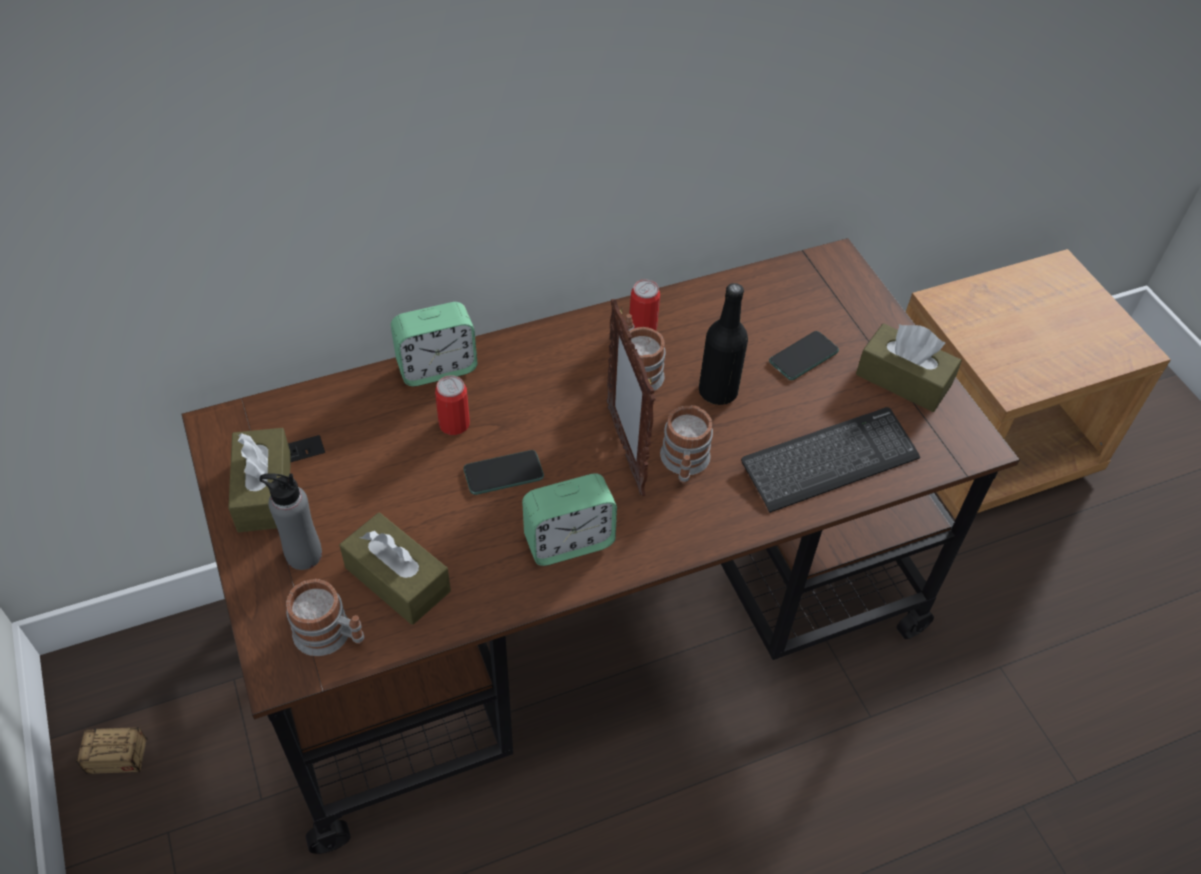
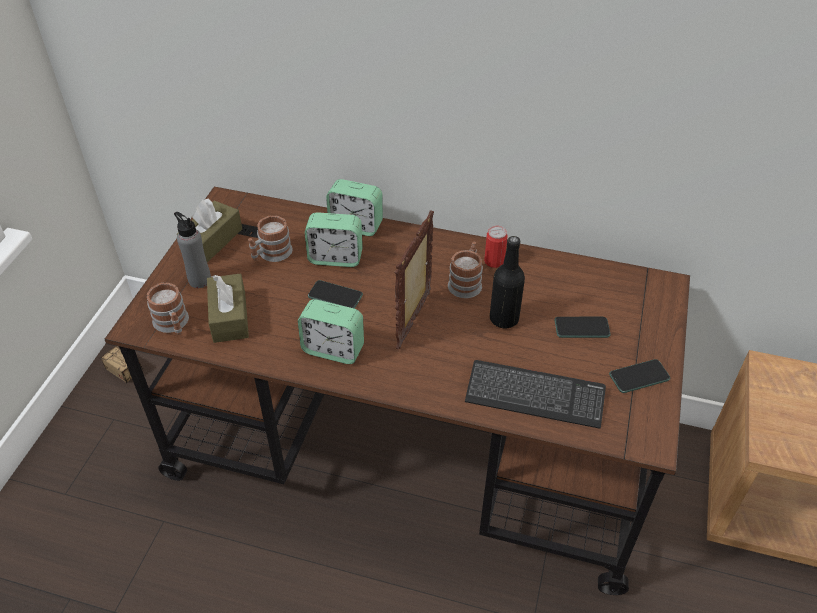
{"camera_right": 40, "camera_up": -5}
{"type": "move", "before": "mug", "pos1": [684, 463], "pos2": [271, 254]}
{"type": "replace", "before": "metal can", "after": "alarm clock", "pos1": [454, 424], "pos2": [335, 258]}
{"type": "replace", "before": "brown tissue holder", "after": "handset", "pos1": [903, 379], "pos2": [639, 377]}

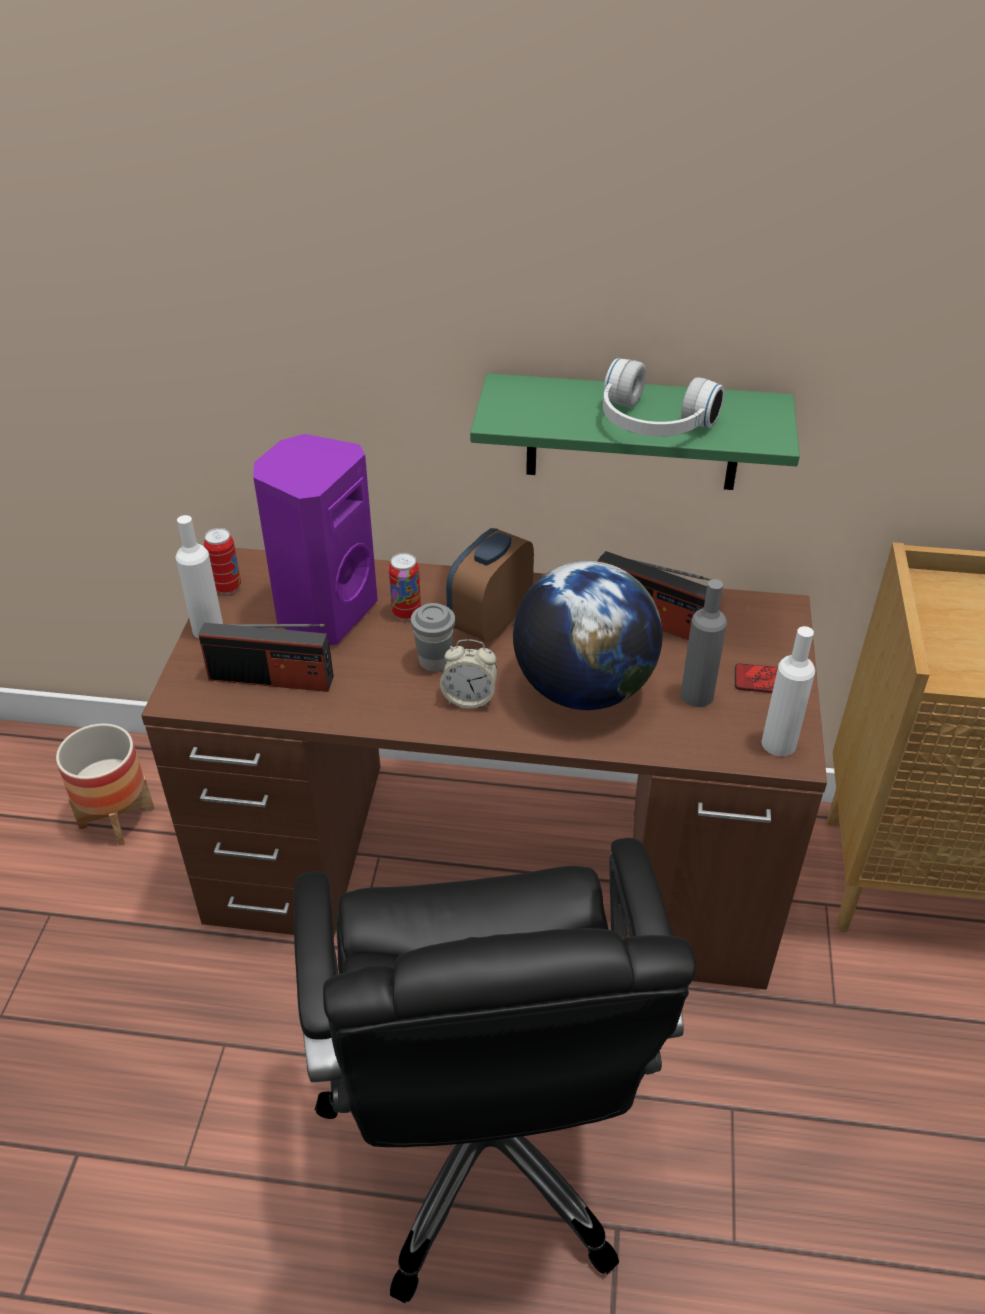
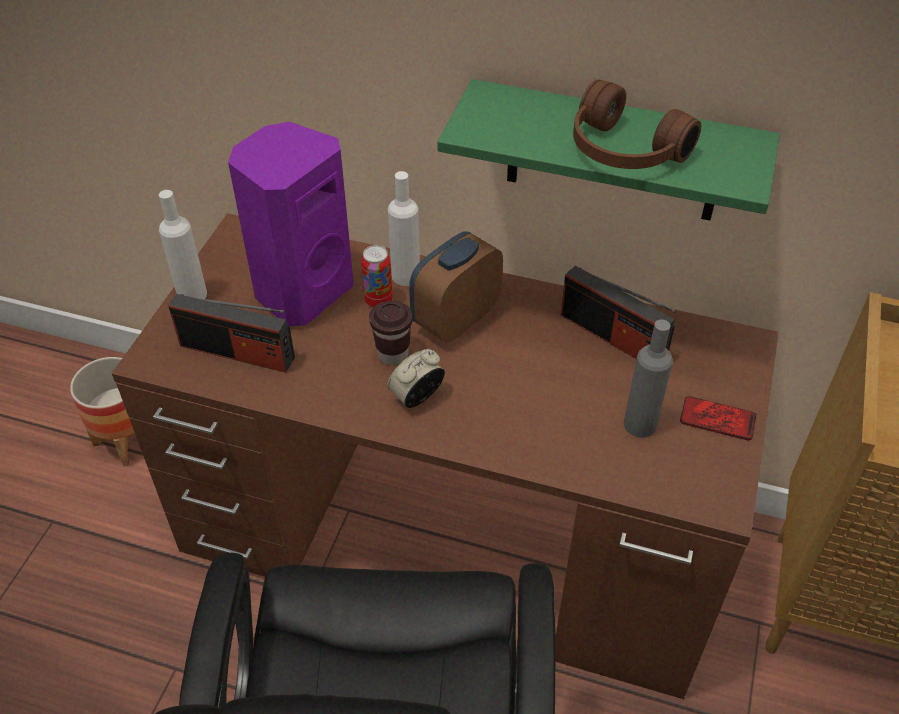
{"camera_right": 10, "camera_up": 5}
{"type": "delete", "before": "metal can", "pos1": [227, 587]}
{"type": "delete", "before": "world globe", "pos1": [583, 689]}
{"type": "move", "before": "white-coloured bottle", "pos1": [778, 743], "pos2": [405, 276]}
{"type": "recolor", "before": "gray cup", "after": "brown cup", "pos1": [434, 661], "pos2": [393, 354]}
{"type": "recolor", "before": "white-coloured headset", "after": "brown headset", "pos1": [651, 424], "pos2": [622, 152]}
{"type": "rotate", "before": "alarm clock", "pos1": [469, 698], "pos2": [417, 397], "turn": 120}

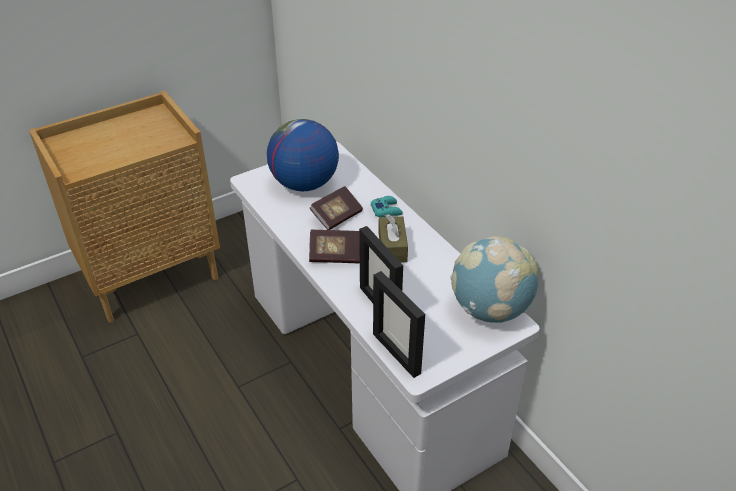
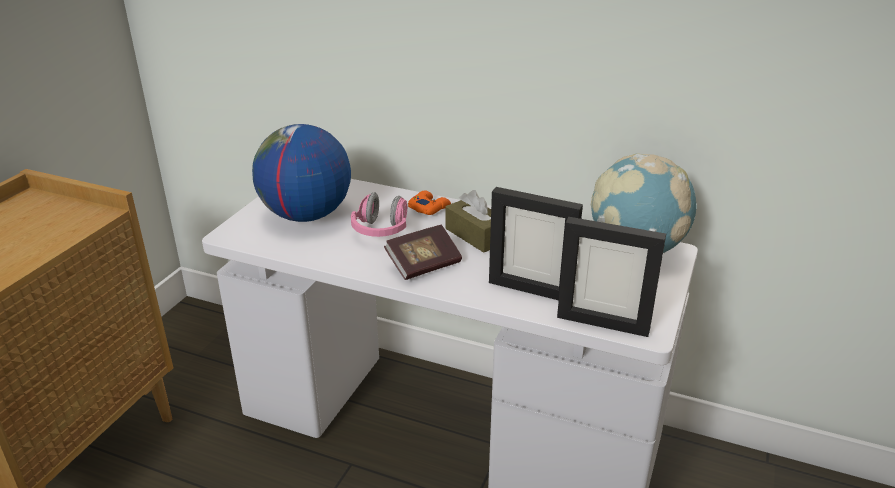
{"camera_right": -35, "camera_up": -10}
{"type": "replace", "before": "book", "after": "pink-coloured headset", "pos1": [336, 216], "pos2": [381, 231]}
{"type": "recolor", "before": "blue-green gamepad", "after": "orange-coloured gamepad", "pos1": [386, 210], "pos2": [429, 207]}

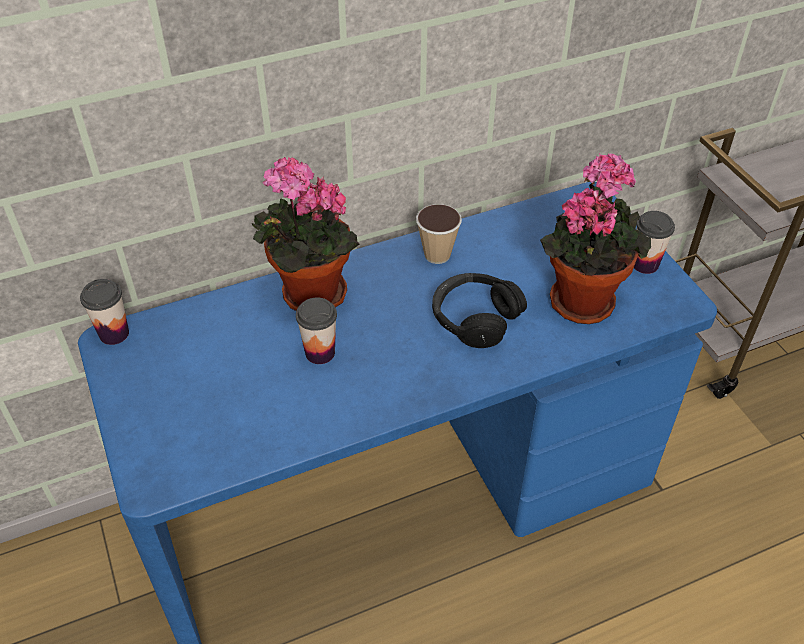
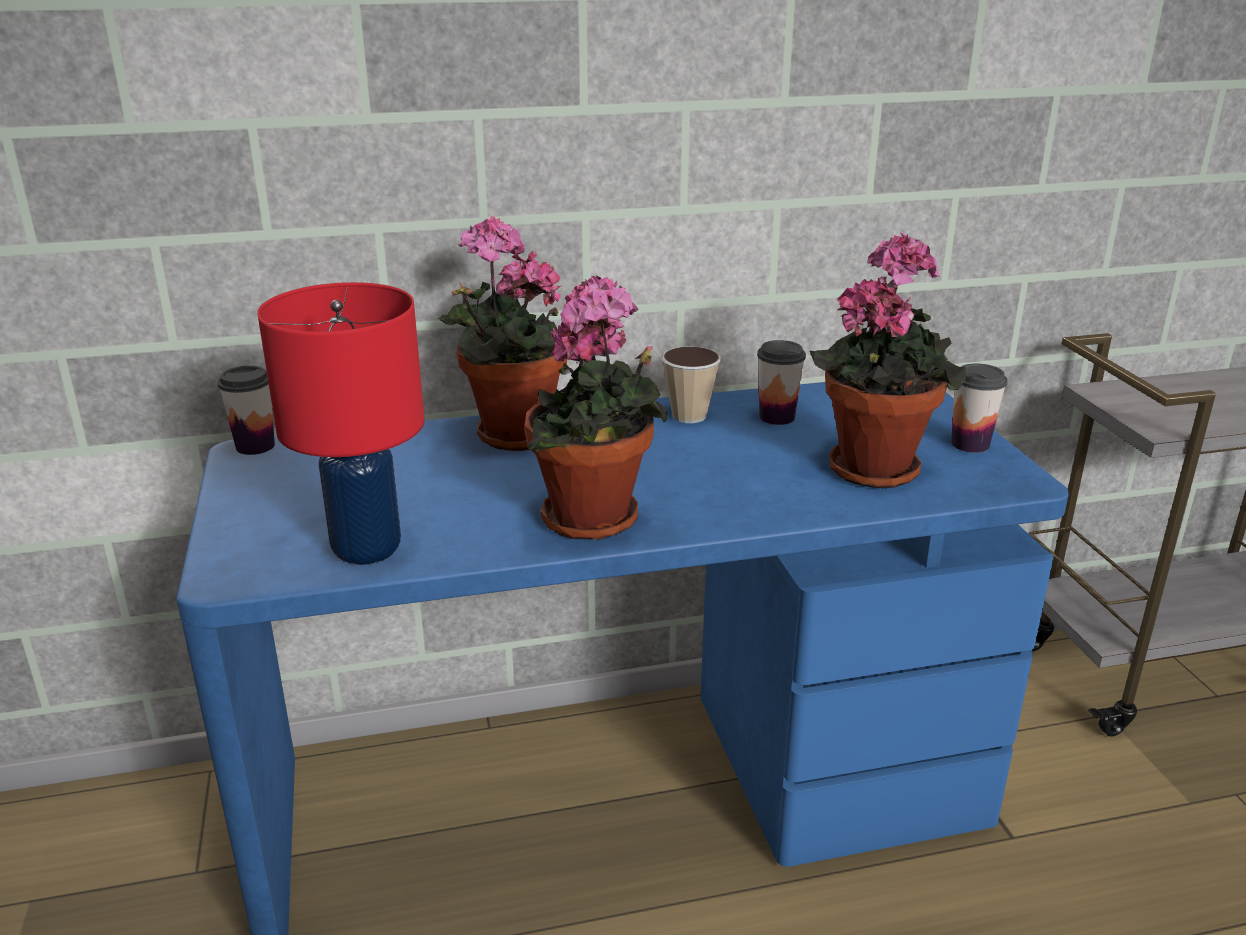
{"camera_right": 10, "camera_up": -20}
{"type": "delete", "before": "blackish headset", "pos1": [475, 318]}
{"type": "insert", "after": "red lamp for a table", "pos2": [367, 552]}
{"type": "insert", "after": "potted plant", "pos2": [596, 522]}
{"type": "move", "before": "cup", "pos1": [320, 353], "pos2": [777, 417]}

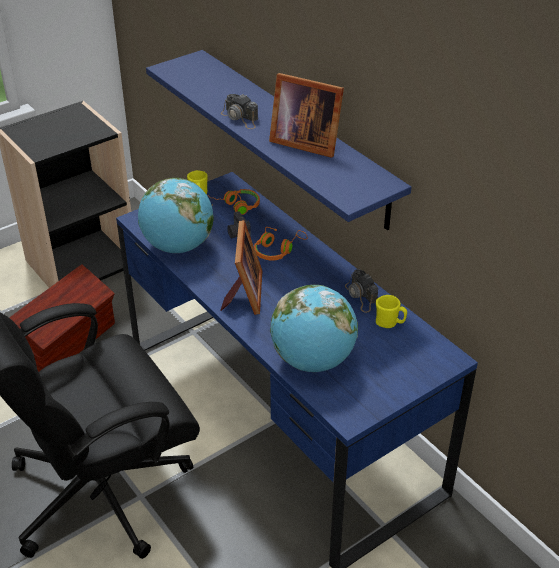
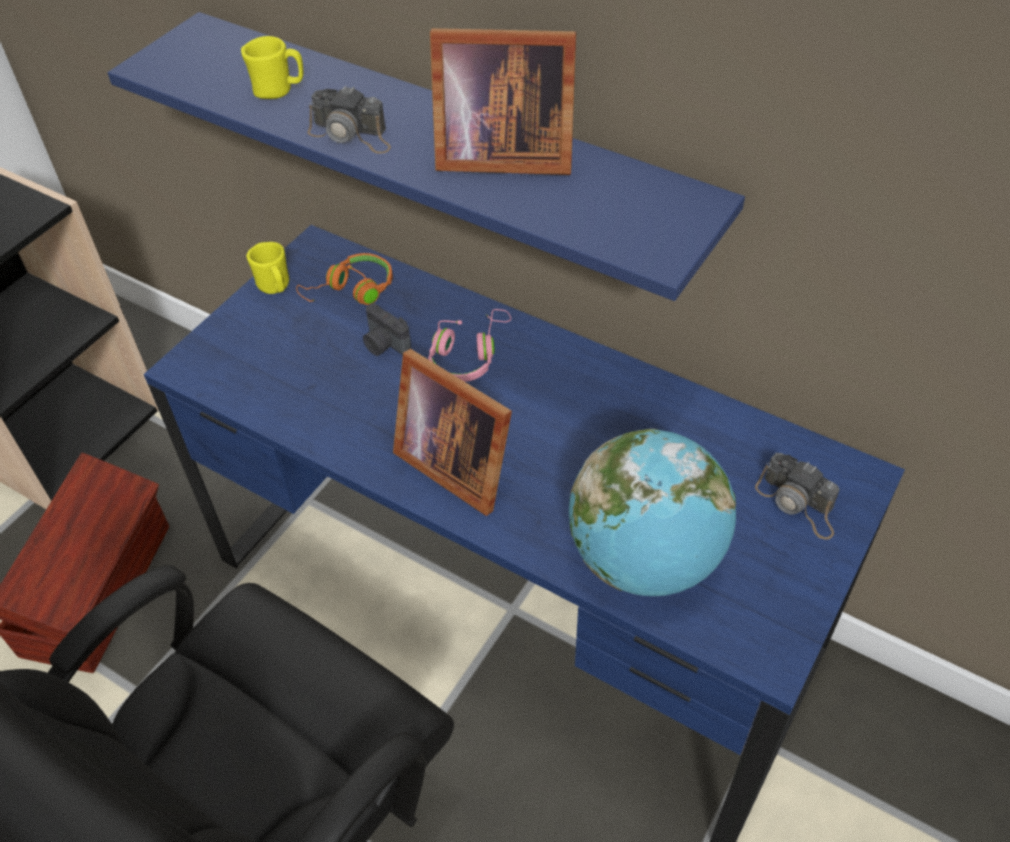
{"camera_right": -20, "camera_up": 10}
{"type": "delete", "before": "world globe", "pos1": [178, 246]}
{"type": "move", "before": "photo camera", "pos1": [361, 296], "pos2": [798, 504]}
{"type": "move", "before": "yellow-coloured mug", "pos1": [389, 323], "pos2": [279, 91]}
{"type": "recolor", "before": "orange-coloured headset", "after": "pink-coloured headset", "pos1": [277, 250], "pos2": [468, 355]}
{"type": "rotate", "before": "picture frame", "pos1": [244, 294], "pos2": [455, 462], "turn": 150}

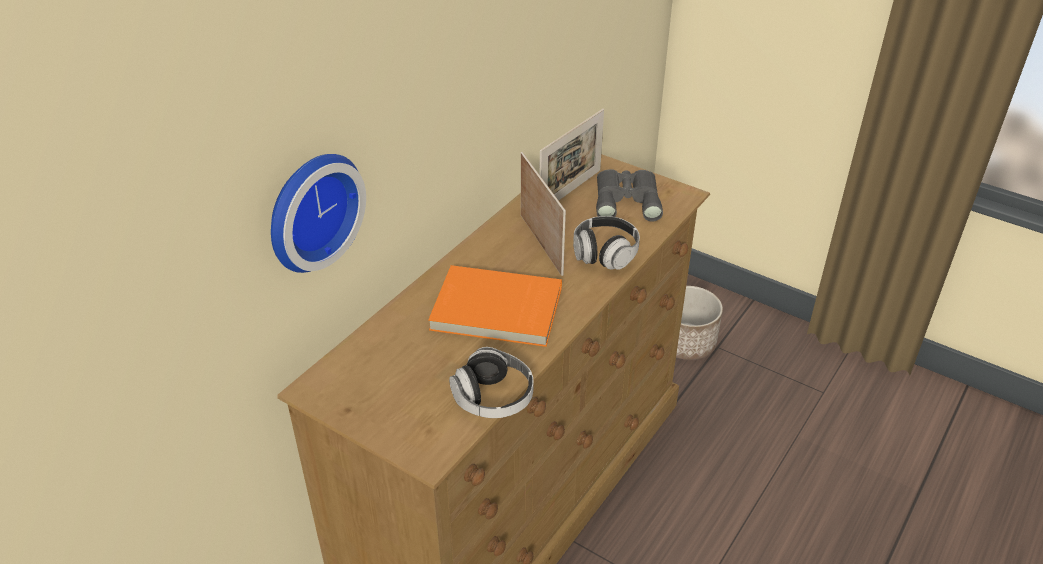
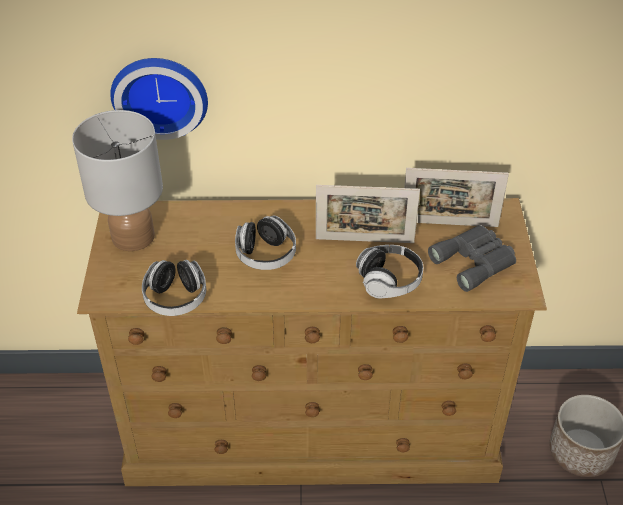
{"camera_right": 55, "camera_up": 5}
{"type": "insert", "after": "gray lamp for a table", "pos2": [133, 237]}
{"type": "replace", "before": "orange-coloured book", "after": "headset", "pos1": [496, 311], "pos2": [266, 255]}
{"type": "rotate", "before": "picture frame", "pos1": [541, 244], "pos2": [364, 240], "turn": 60}

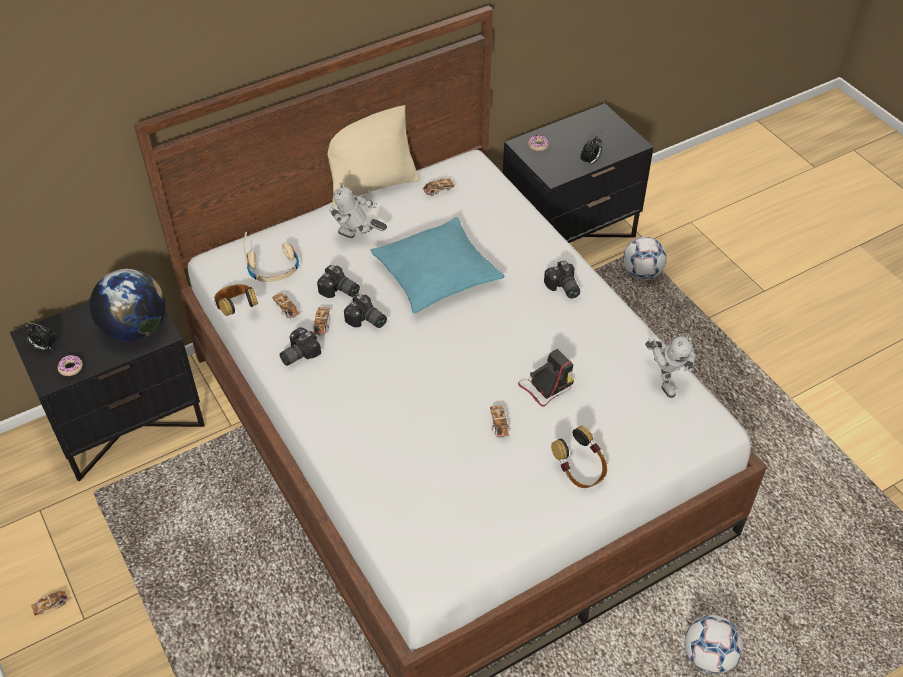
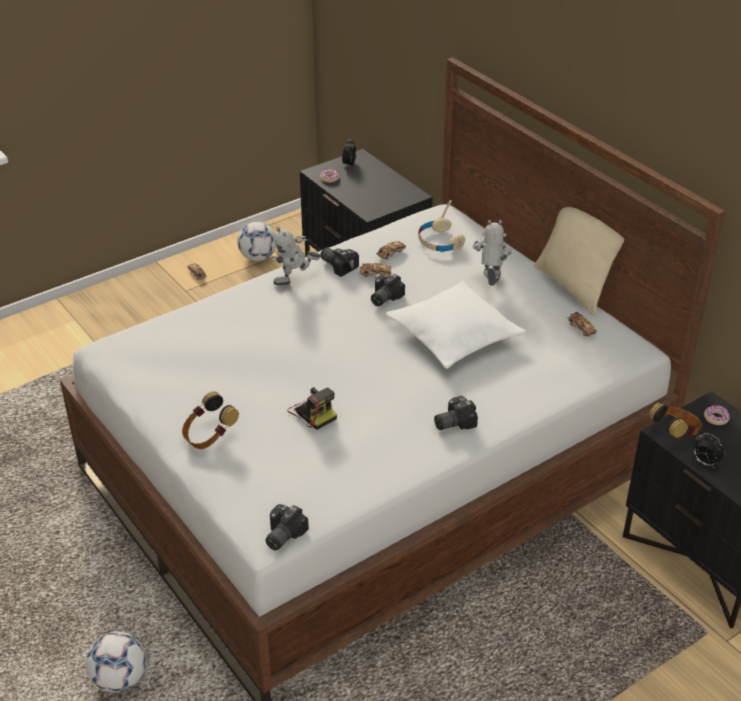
{"camera_right": 85, "camera_up": -10}
{"type": "delete", "before": "world globe", "pos1": [135, 329]}
{"type": "delete", "before": "model car", "pos1": [499, 425]}
{"type": "move", "before": "headset", "pos1": [237, 309], "pos2": [675, 434]}
{"type": "move", "before": "photo camera", "pos1": [339, 291], "pos2": [281, 535]}
{"type": "move", "before": "ball for football", "pos1": [642, 273], "pos2": [258, 257]}
{"type": "move", "before": "robot figure", "pos1": [664, 380], "pos2": [295, 282]}
{"type": "recolor", "before": "blue-green cushion", "after": "white-coloured cushion", "pos1": [436, 274], "pos2": [454, 335]}

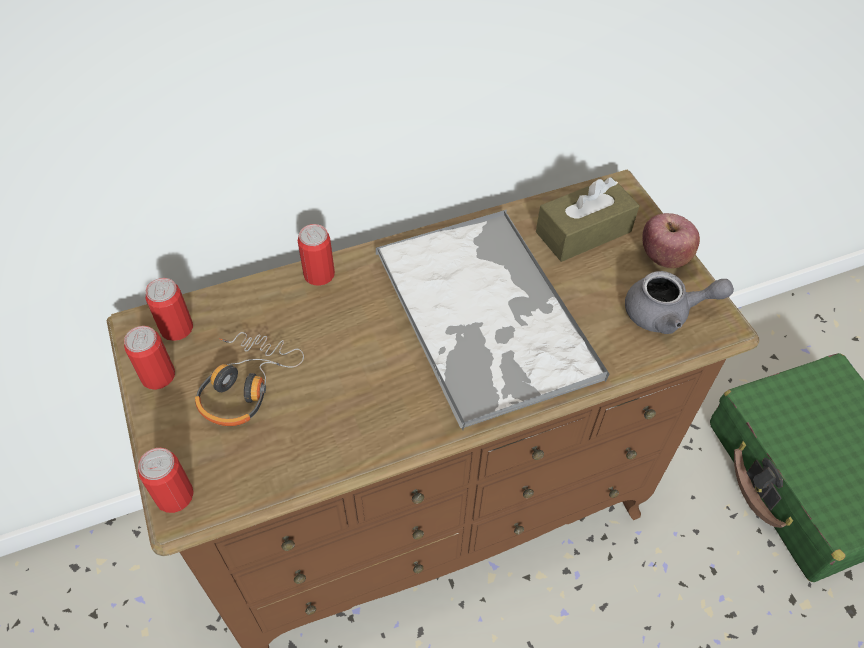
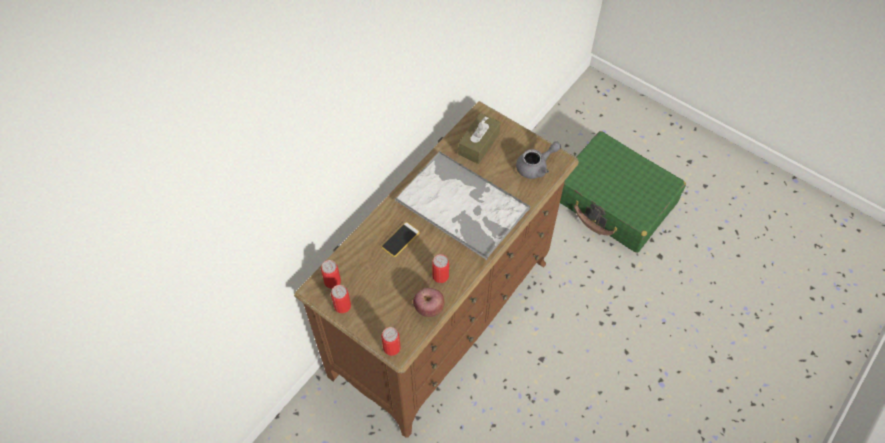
{"camera_right": -30, "camera_up": 5}
{"type": "delete", "before": "headset", "pos1": [245, 385]}
{"type": "insert", "after": "handset", "pos2": [400, 239]}
{"type": "move", "before": "metal can", "pos1": [319, 274], "pos2": [440, 276]}
{"type": "move", "before": "whole apple", "pos1": [664, 258], "pos2": [429, 309]}

